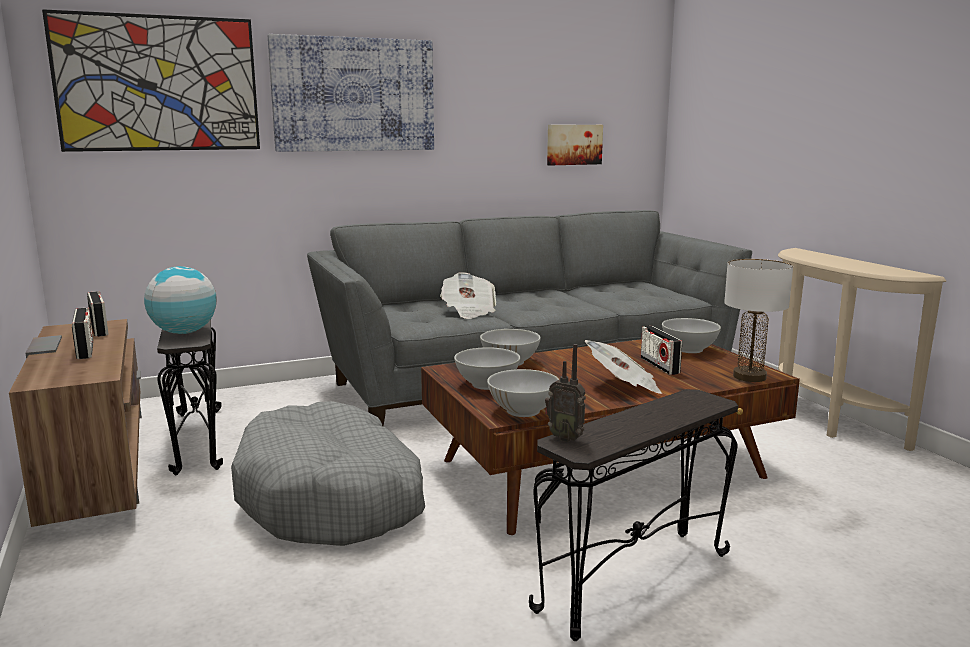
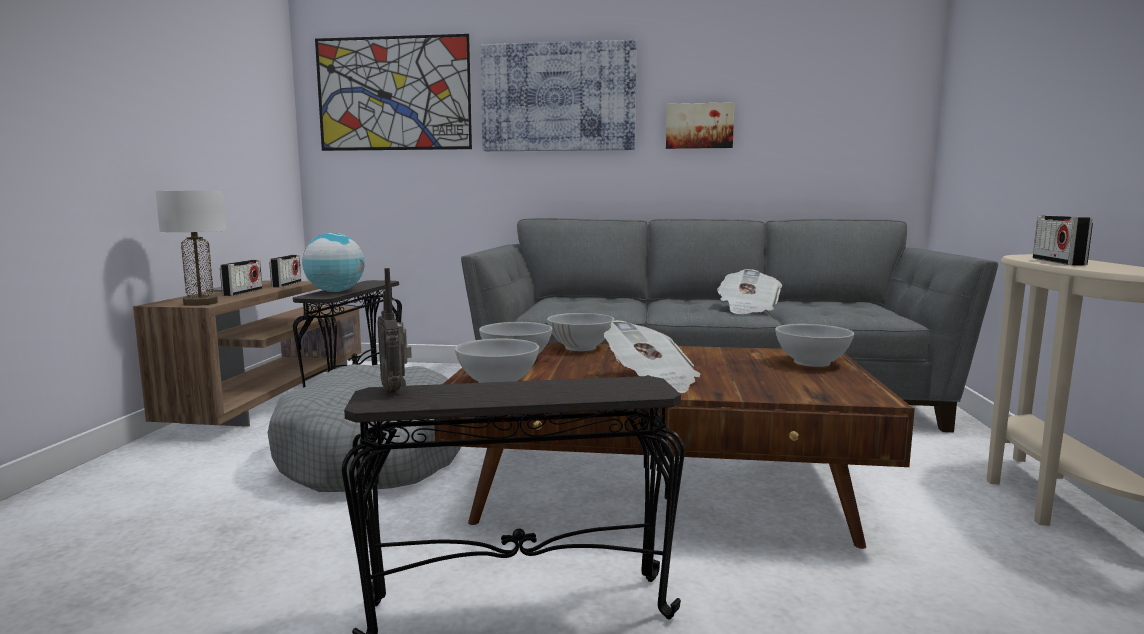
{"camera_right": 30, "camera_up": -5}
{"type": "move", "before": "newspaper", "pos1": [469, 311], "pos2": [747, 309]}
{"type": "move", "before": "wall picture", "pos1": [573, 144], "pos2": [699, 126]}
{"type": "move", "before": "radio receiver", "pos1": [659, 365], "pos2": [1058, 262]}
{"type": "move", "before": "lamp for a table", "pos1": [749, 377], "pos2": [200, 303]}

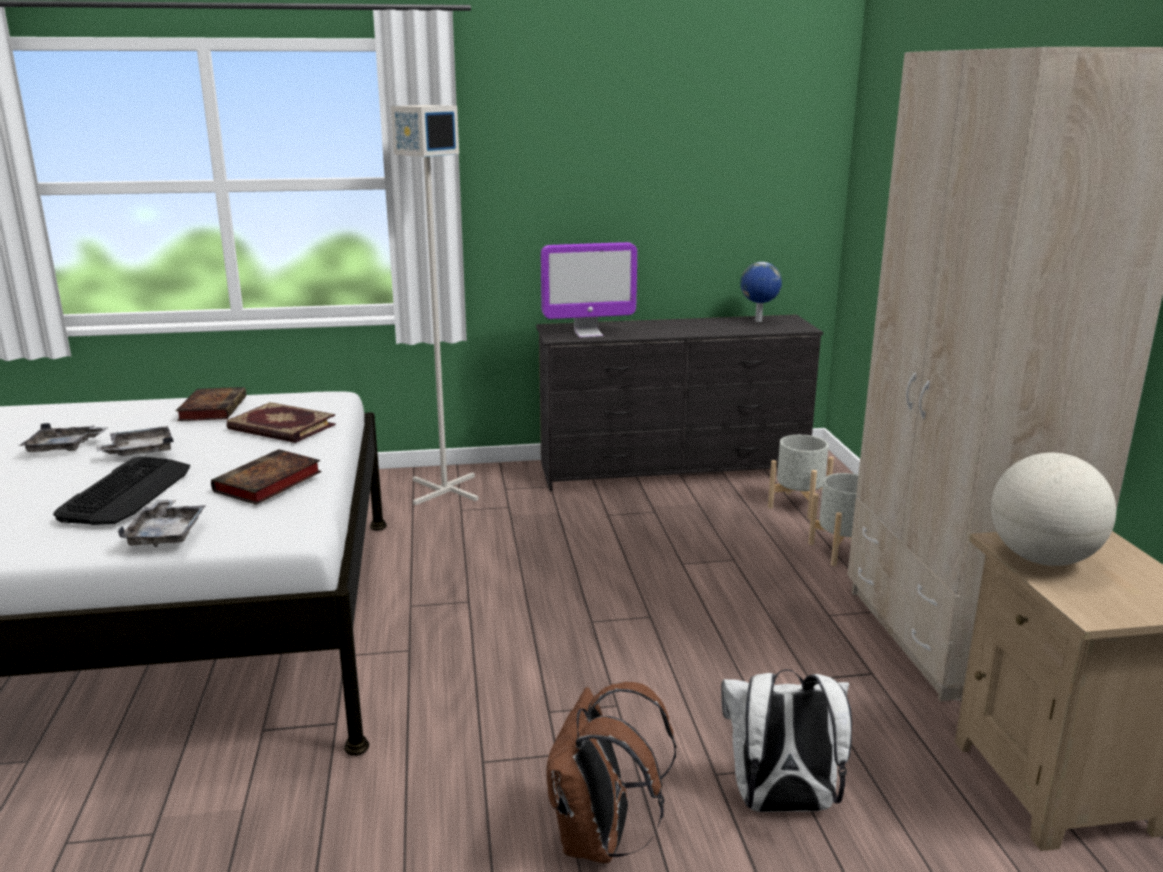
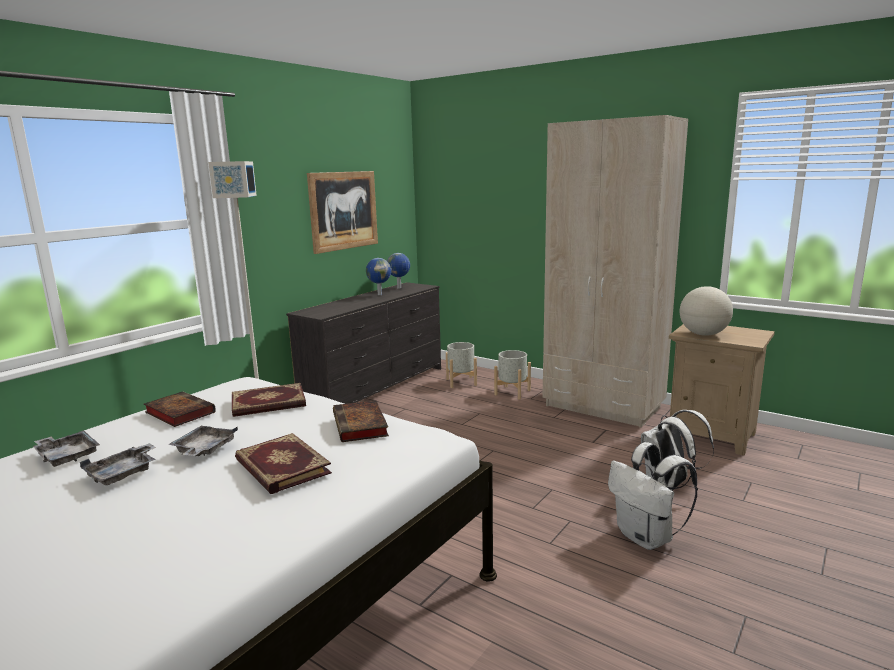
{"camera_right": -45, "camera_up": -5}
{"type": "delete", "before": "monitor", "pos1": [588, 334]}
{"type": "insert", "after": "wall picture", "pos2": [343, 210]}
{"type": "insert", "after": "world globe", "pos2": [379, 294]}
{"type": "move", "before": "gray serving tray", "pos1": [167, 534], "pos2": [67, 455]}
{"type": "replace", "before": "PC keyboard", "after": "book", "pos1": [127, 492], "pos2": [281, 467]}
{"type": "recolor", "before": "brown backpack", "after": "white-coloured backpack", "pos1": [600, 840], "pos2": [647, 538]}

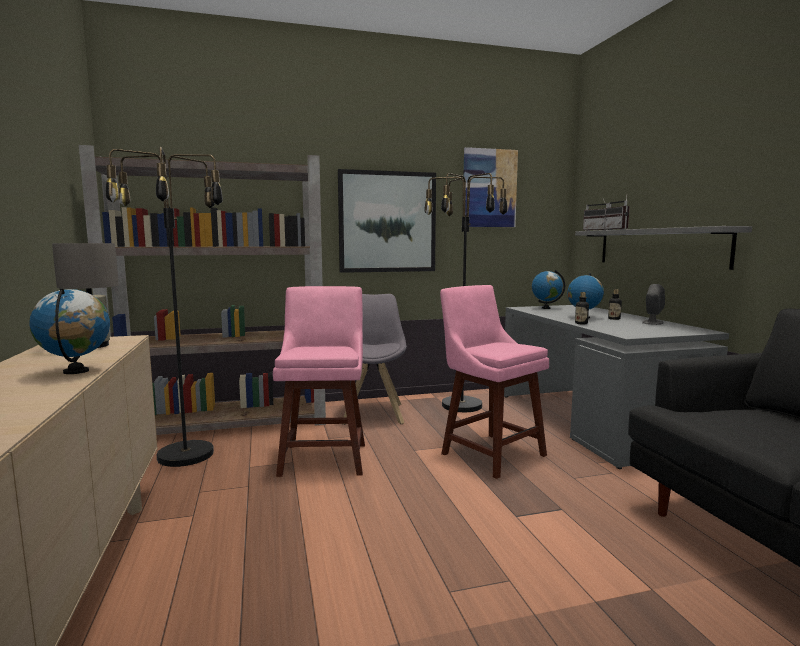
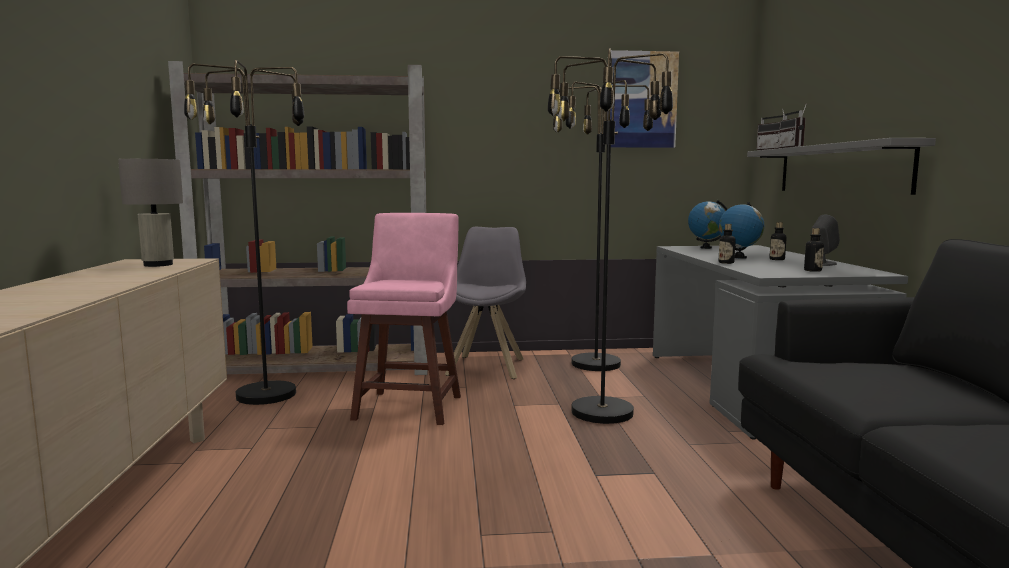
{"camera_right": 10, "camera_up": 0}
{"type": "delete", "before": "world globe", "pos1": [76, 371]}
{"type": "delete", "before": "wall picture", "pos1": [387, 222]}
{"type": "insert", "after": "bottle", "pos2": [812, 270]}
{"type": "replace", "before": "pink-coloured upright chair", "after": "standing lamp", "pos1": [489, 452], "pos2": [601, 413]}

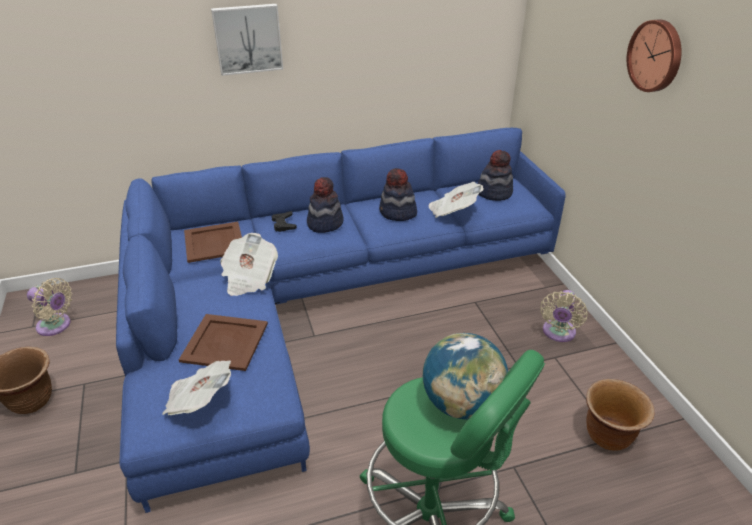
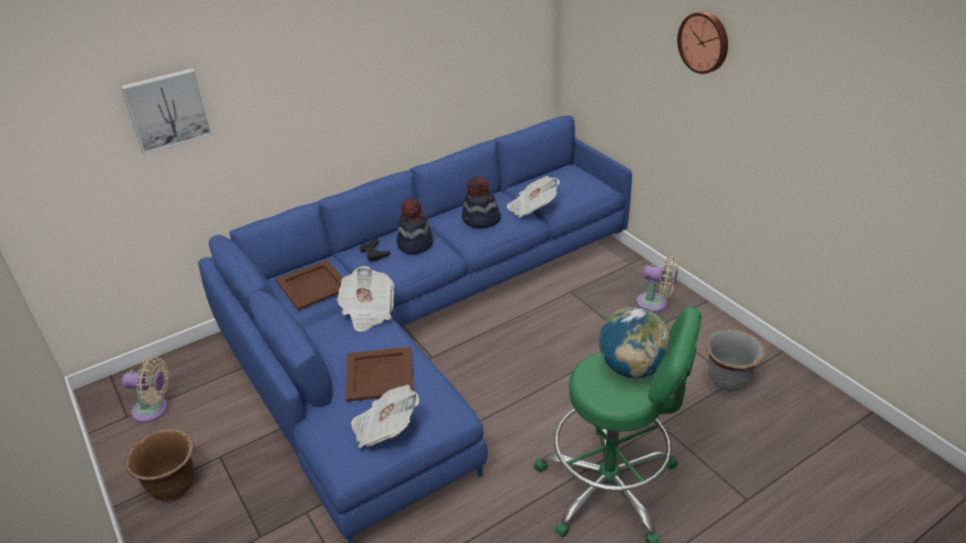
{"camera_right": -15, "camera_up": 0}
{"type": "delete", "before": "hat", "pos1": [494, 193]}
{"type": "move", "before": "wall picture", "pos1": [248, 39], "pos2": [167, 110]}
{"type": "recolor", "before": "brown flower pot", "after": "gray flower pot", "pos1": [608, 436], "pos2": [728, 381]}
{"type": "rotate", "before": "beige-coloured electric fan", "pos1": [558, 333], "pos2": [655, 303], "turn": -75}

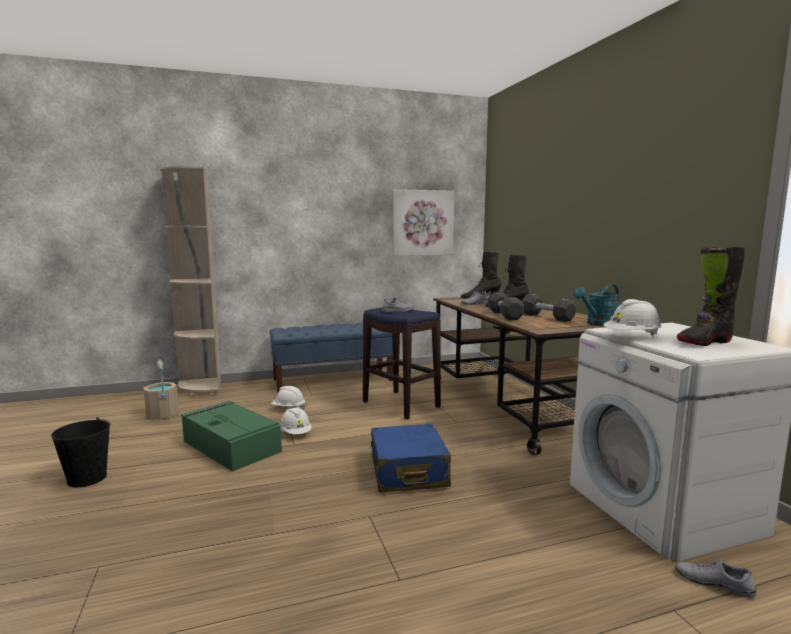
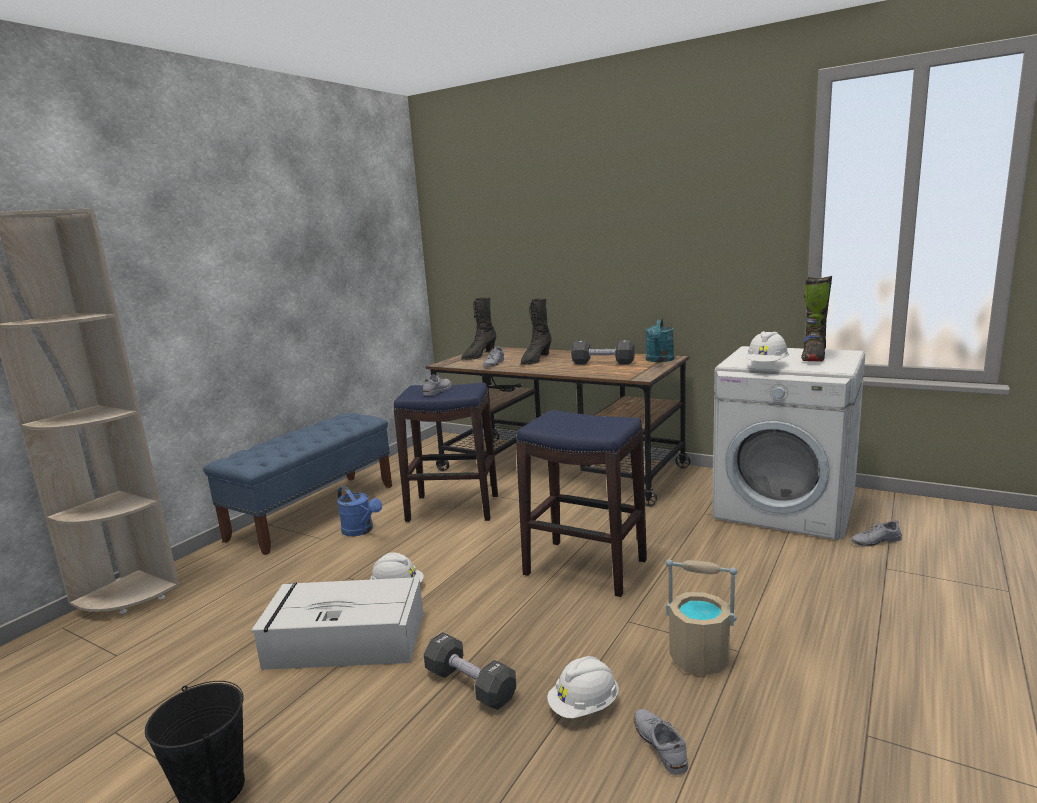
{"camera_right": -40, "camera_up": 5}
{"type": "delete", "before": "wall picture", "pos1": [422, 223]}
{"type": "insert", "after": "blue watering pot", "pos2": [361, 531]}
{"type": "insert", "after": "gray item of footwear", "pos2": [660, 744]}
{"type": "move", "before": "beige-coloured pail", "pos1": [162, 415], "pos2": [700, 658]}
{"type": "move", "before": "white-coloured hard hat", "pos1": [288, 408], "pos2": [584, 706]}
{"type": "move", "before": "blackish dumbbell", "pos1": [504, 315], "pos2": [470, 685]}
{"type": "replace", "before": "blue piece of luggage", "after": "stool seat", "pos1": [408, 472], "pos2": [585, 568]}
{"type": "recolor", "before": "greenish storage bin", "after": "gray storage bin", "pos1": [230, 445], "pos2": [343, 640]}

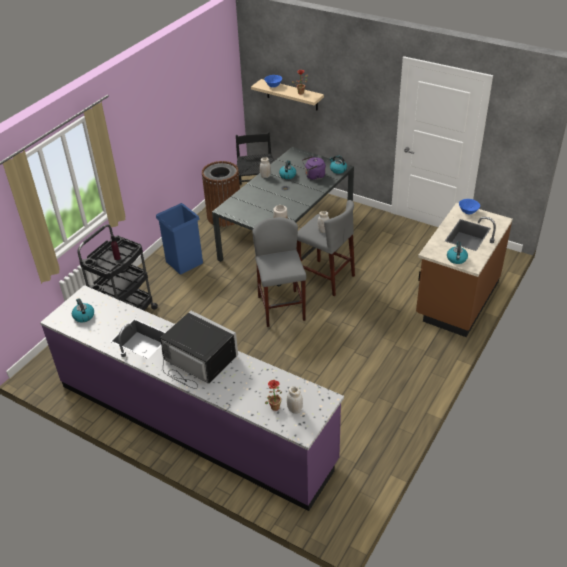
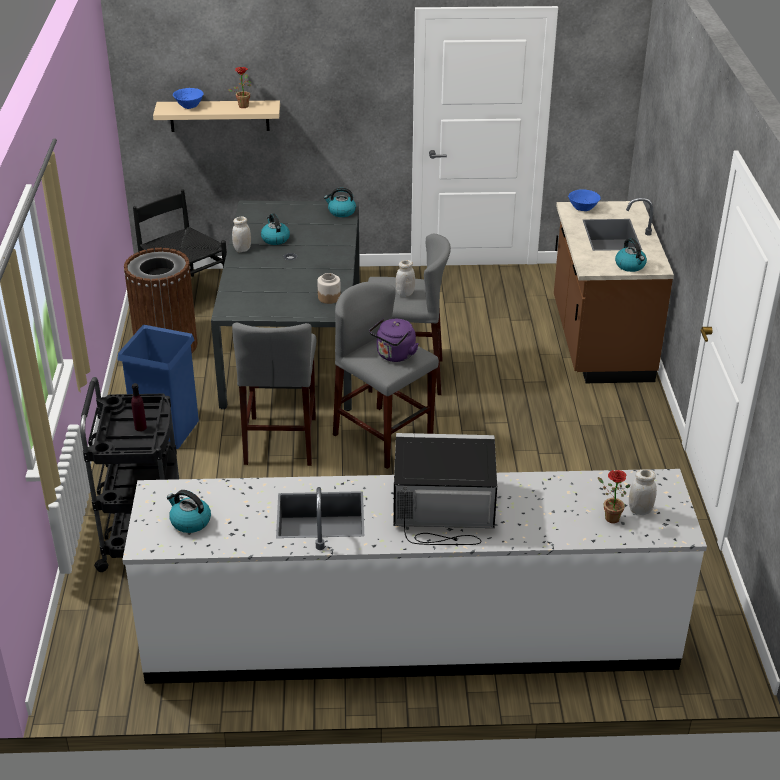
{"camera_right": -35, "camera_up": -5}
{"type": "insert", "after": "gray stool seat", "pos2": [281, 440]}
{"type": "move", "before": "purple kettle", "pos1": [314, 176], "pos2": [394, 355]}
{"type": "recolor", "before": "purple counter", "after": "white-coloured counter", "pos1": [194, 422], "pos2": [411, 636]}

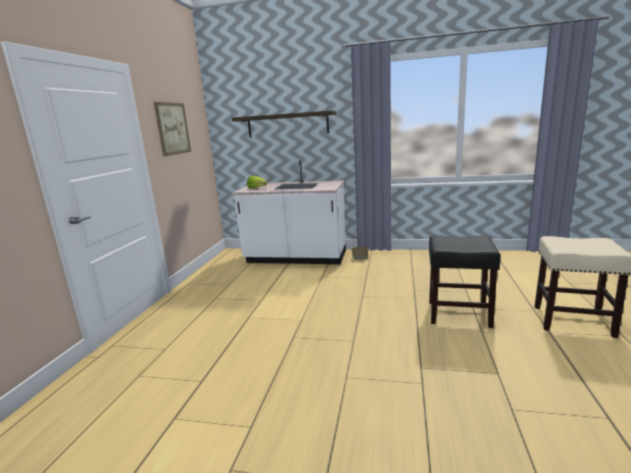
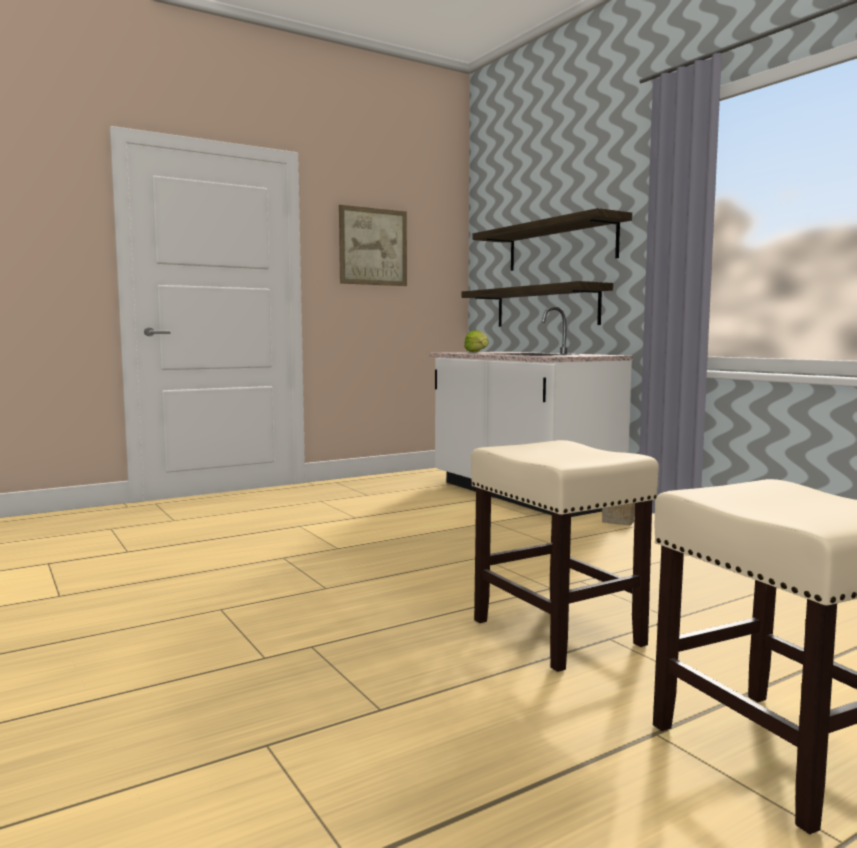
{"camera_right": 45, "camera_up": -10}
{"type": "insert", "after": "shelf", "pos2": [546, 307]}
{"type": "recolor", "before": "blackish stool seat", "after": "beige-coloured stool seat", "pos1": [458, 314], "pos2": [555, 631]}

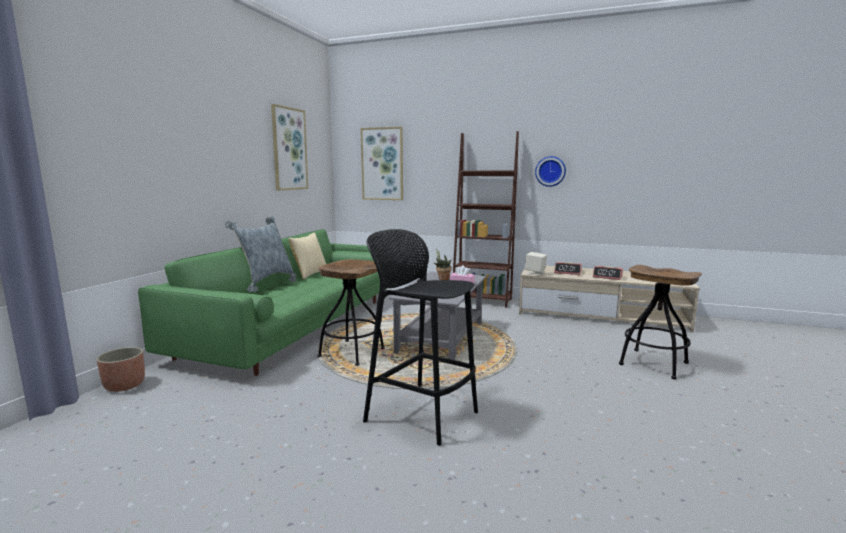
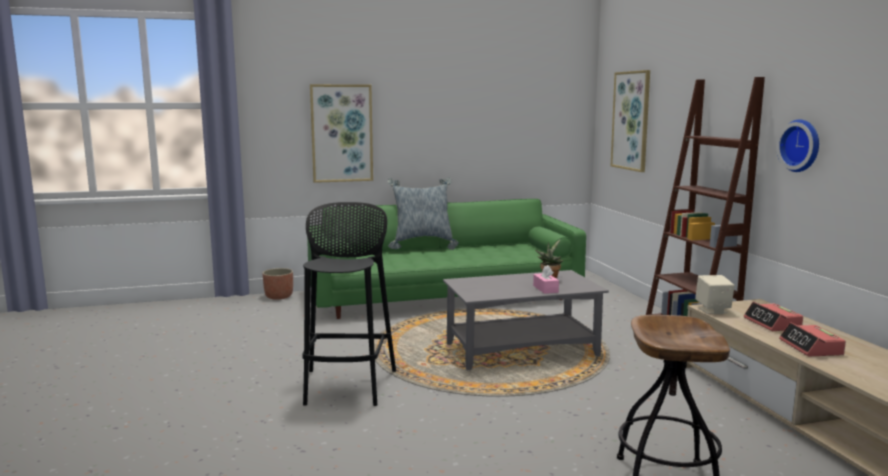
{"camera_right": 55, "camera_up": 0}
{"type": "delete", "before": "cushion", "pos1": [309, 274]}
{"type": "delete", "before": "brown stool seat", "pos1": [352, 353]}
{"type": "move", "before": "wall picture", "pos1": [289, 149], "pos2": [341, 133]}

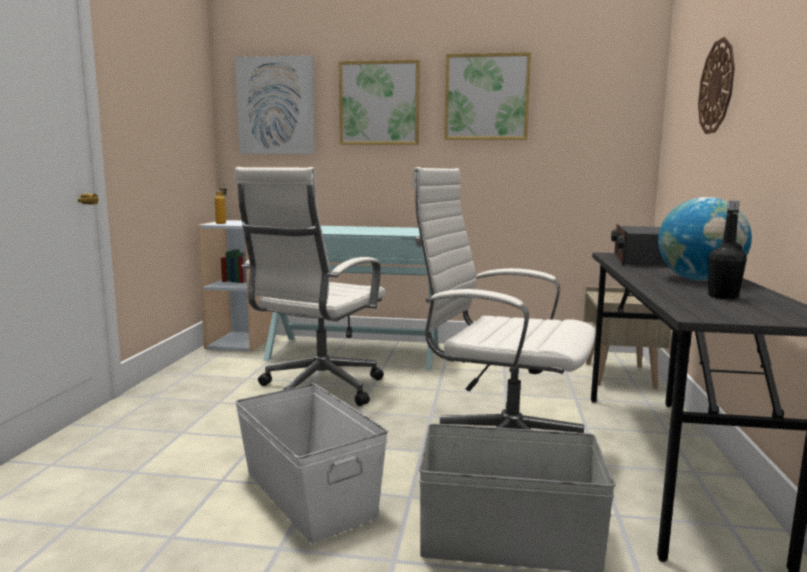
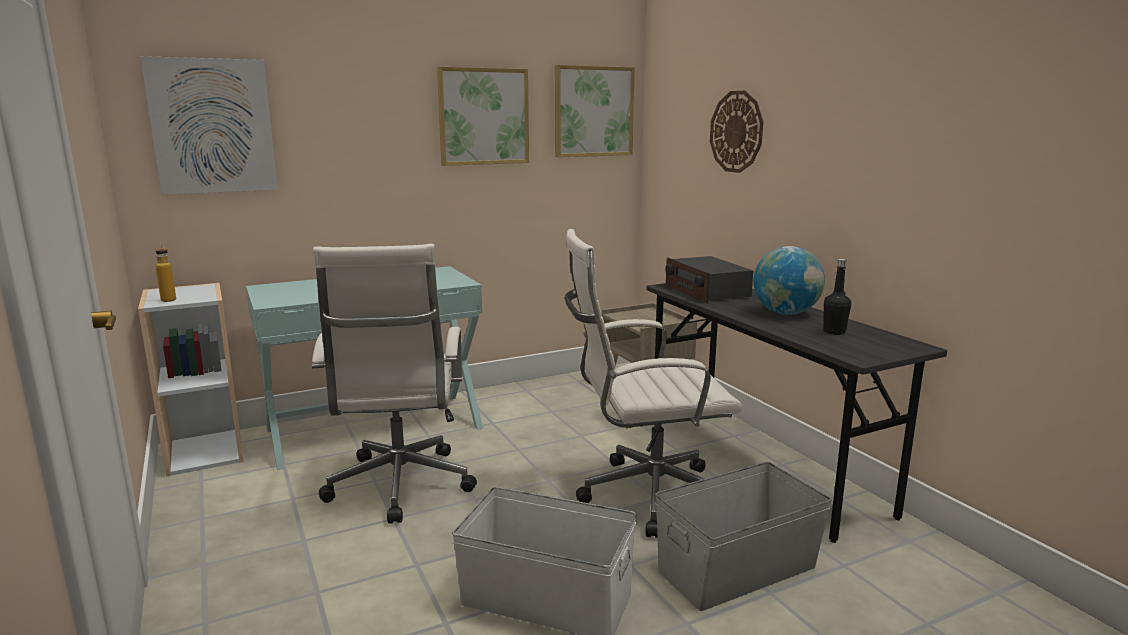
{"camera_right": -35, "camera_up": 5}
{"type": "move", "before": "wall picture", "pos1": [379, 103], "pos2": [593, 111]}

